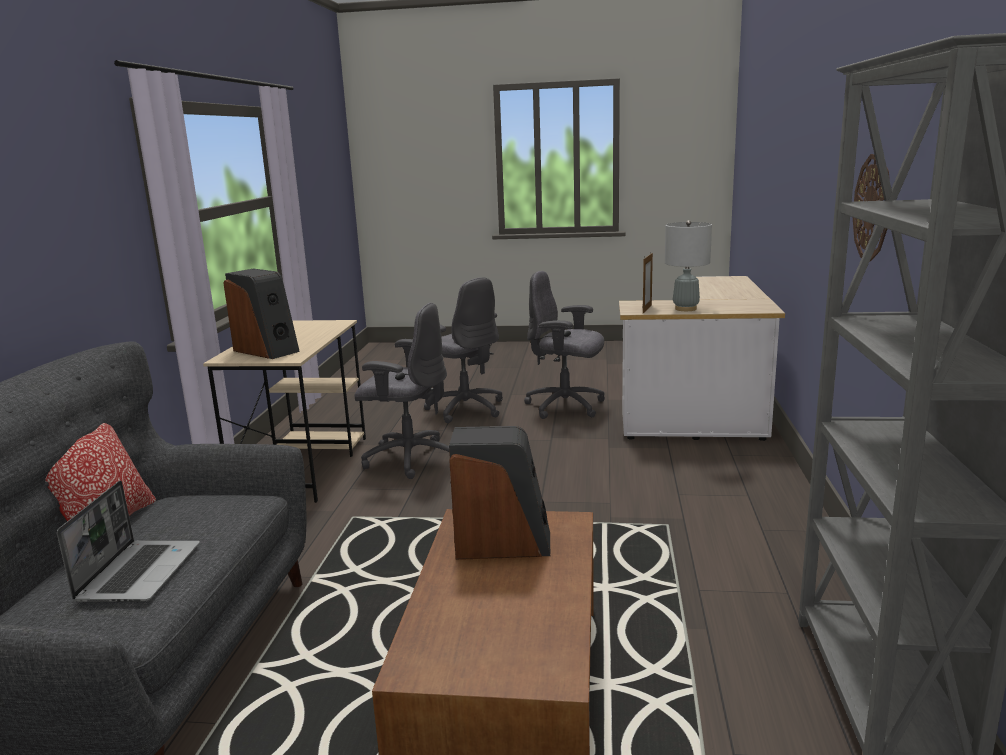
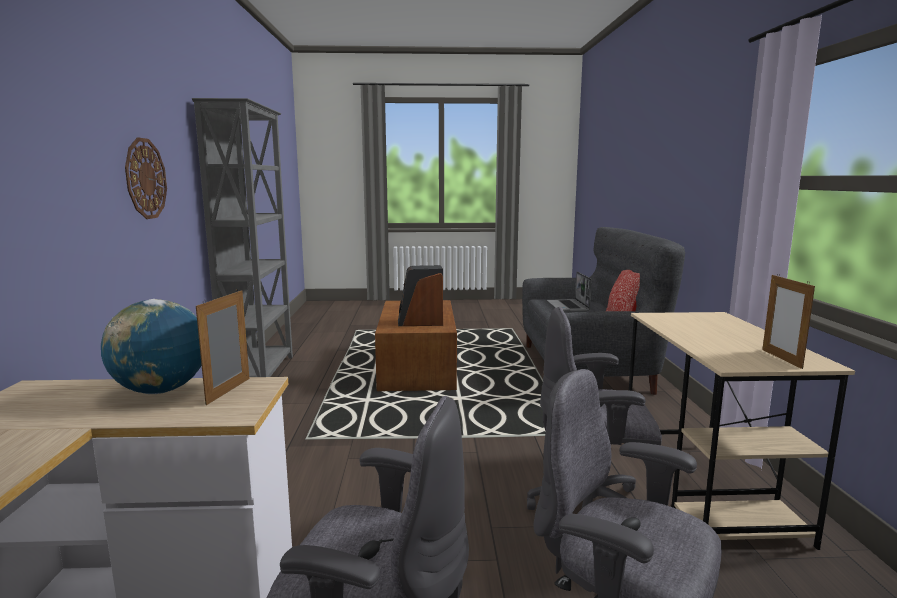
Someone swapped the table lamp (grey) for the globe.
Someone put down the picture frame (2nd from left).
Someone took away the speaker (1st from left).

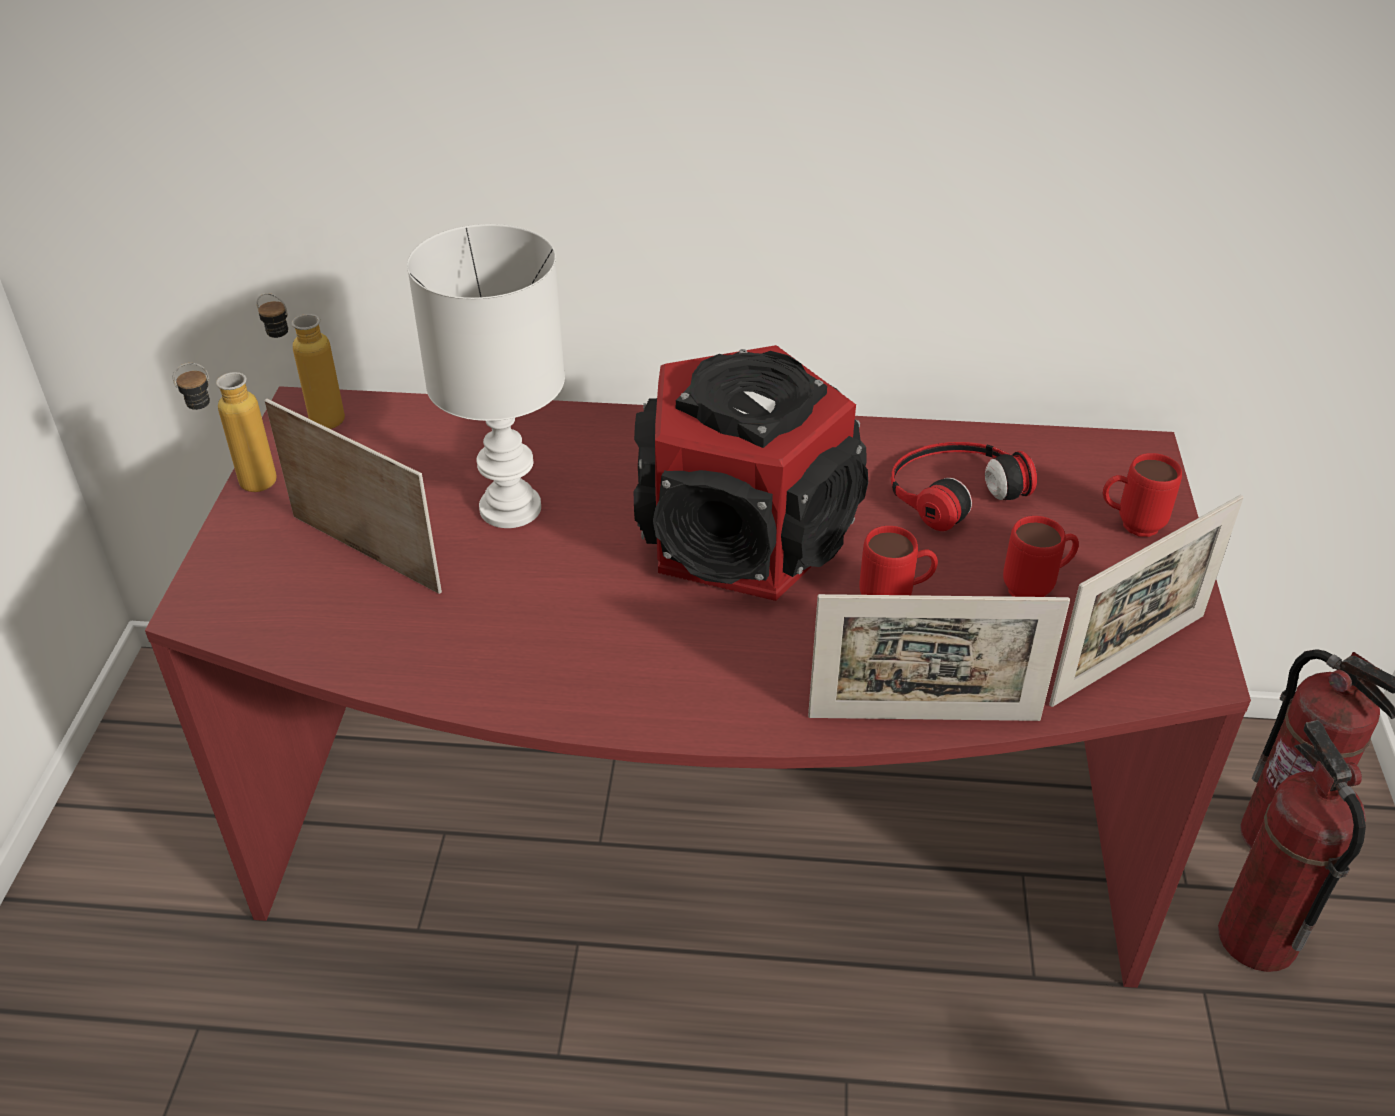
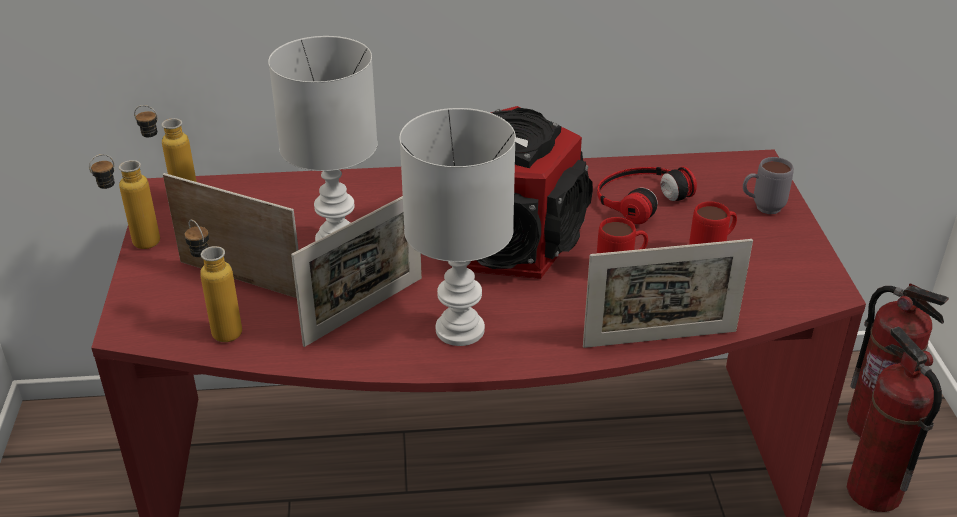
Someone put down the bottle (3rd from left).
Someone carried the picture frame (3rd from left in the first image).
Someone put down the table lamp (white) (2nd from left).
Someone repainted the mug (red) (3rd from left), which became the mug (grey).

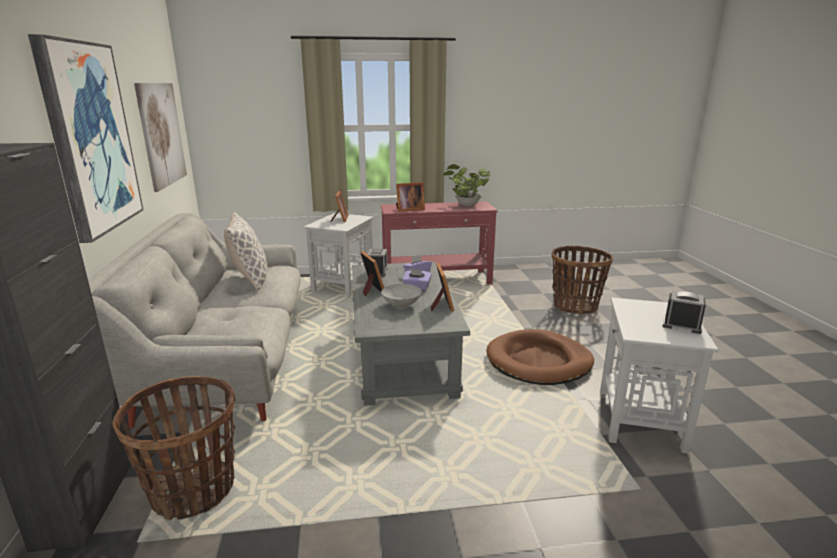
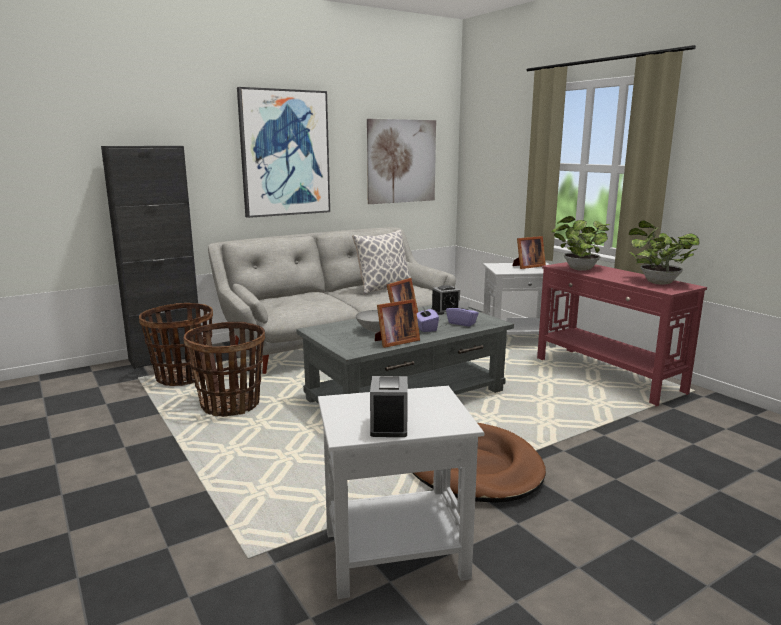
Someone carried the basket (2nd from left).
Someone swapped the picture frame (3rd from left) for the potted plant (1st from left).

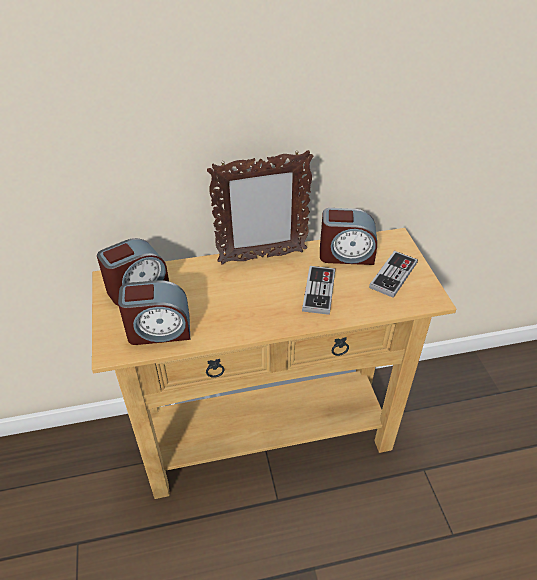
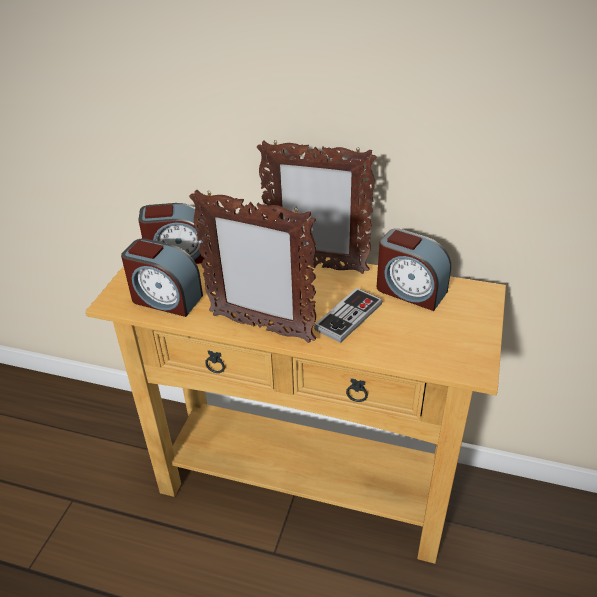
Someone put down the picture frame (1st from left).
Someone took away the game controller (2nd from left).

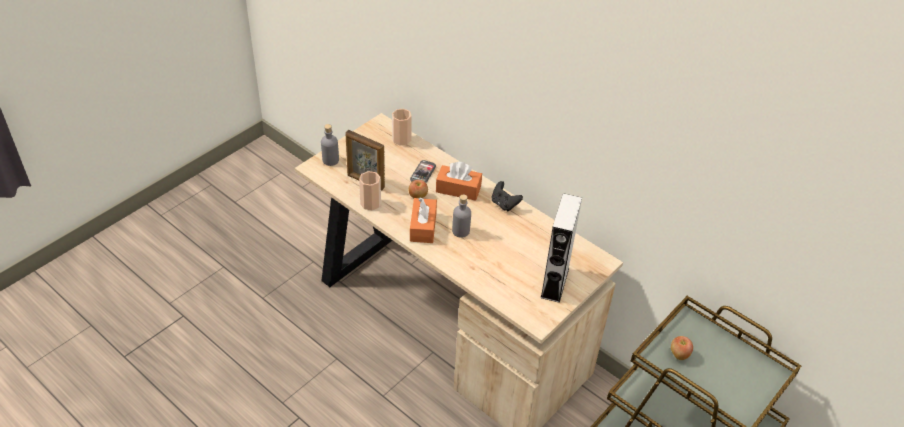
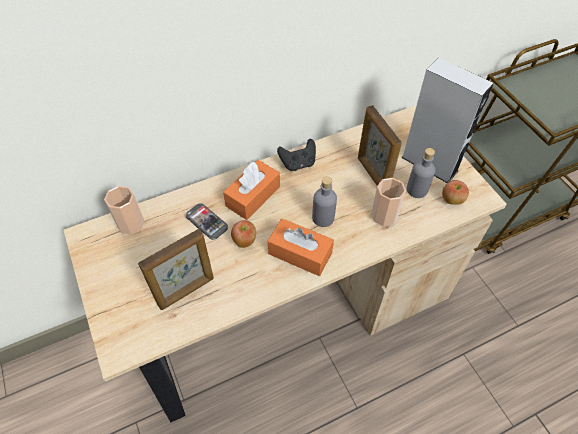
Someone put down the picture frame (2nd from left).
Someone carried the cup (1st from left in the first image).
Someone carried the bottle (grey) (1st from left in the first image).
Someone carried the apple (2nd from left).

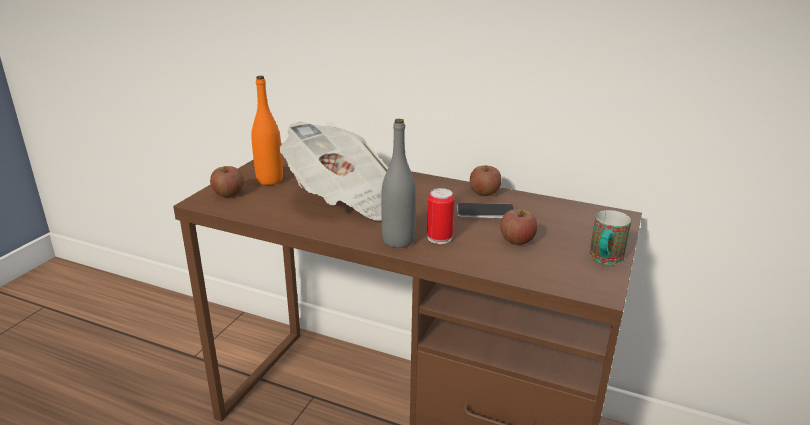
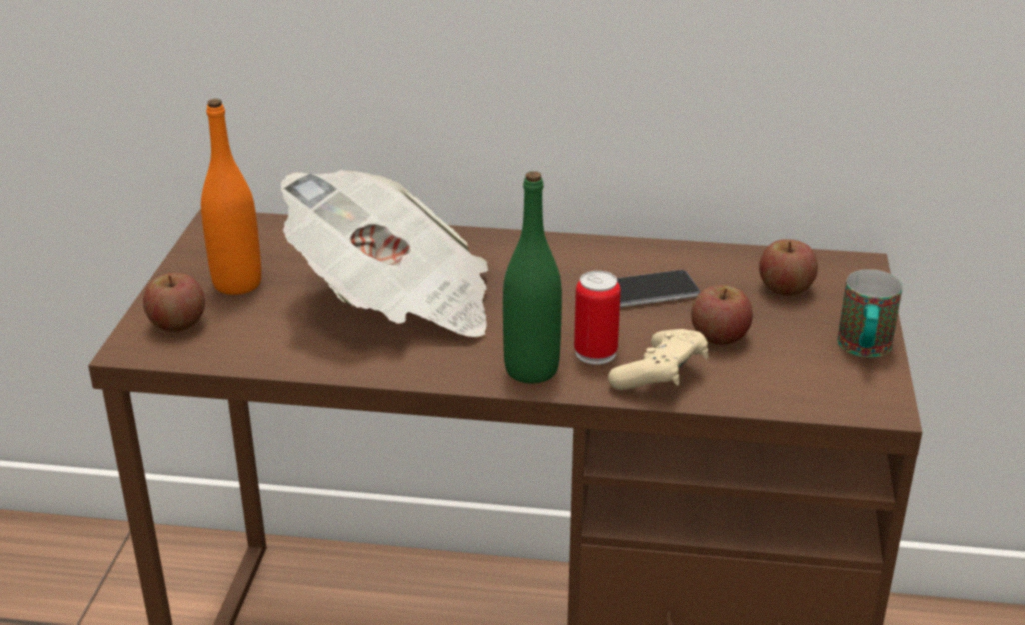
Someone repainted the bottle (grey), which became the bottle (green).
Someone put down the game controller (beige).
Someone carried the apple (2nd from left in the first image).

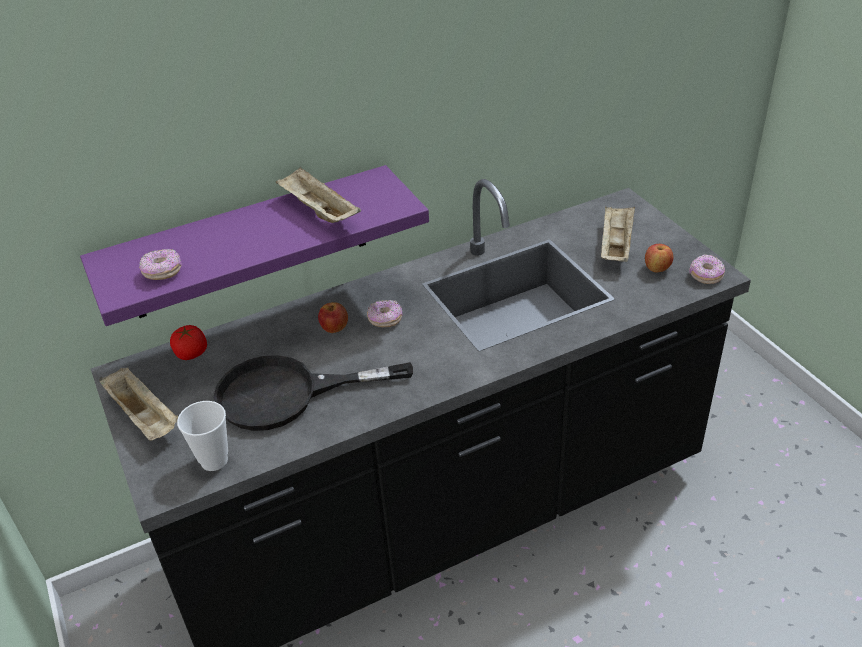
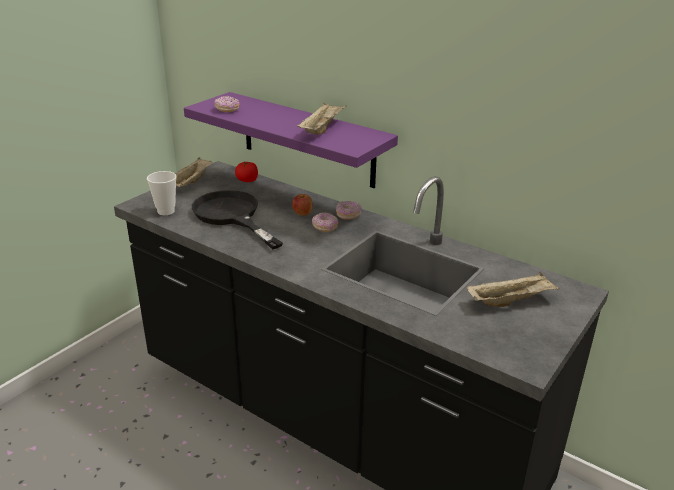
Someone carried the donut (3rd from left).
Someone took away the apple (2nd from left).

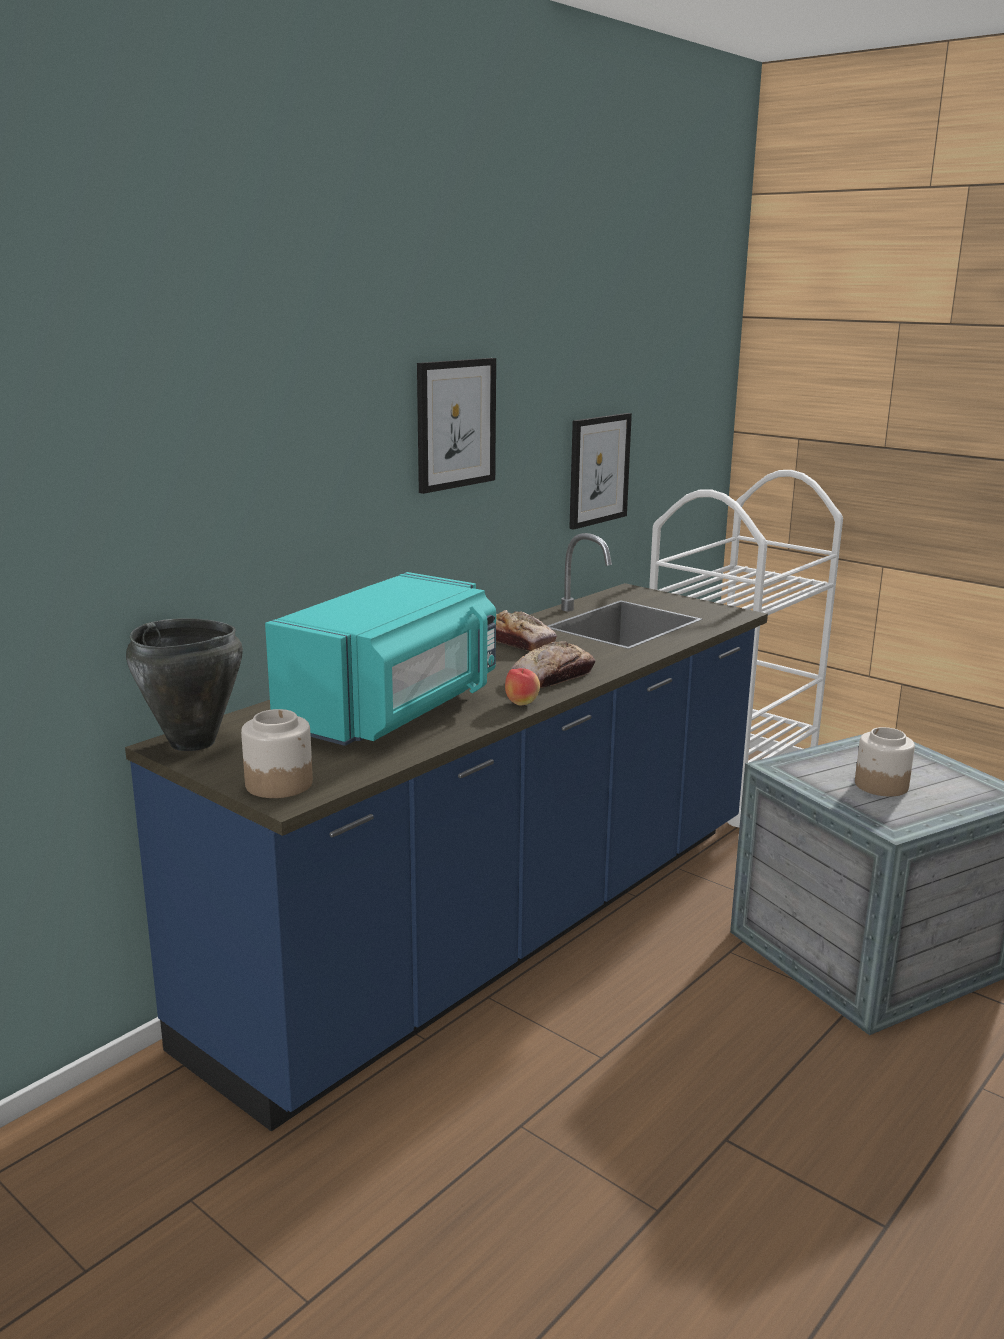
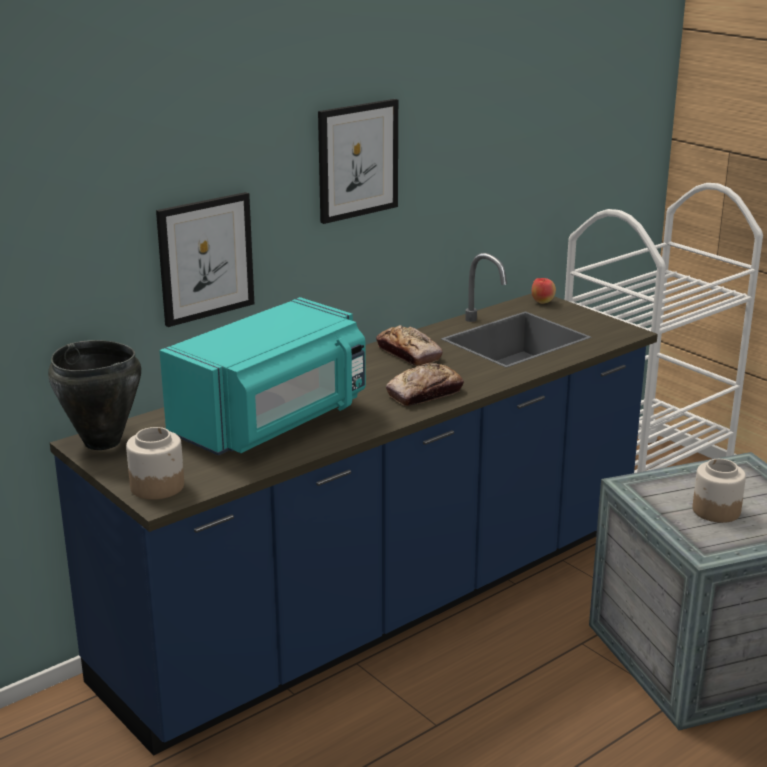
Someone carried the picture (2nd from left in the first image).
Someone carried the apple.

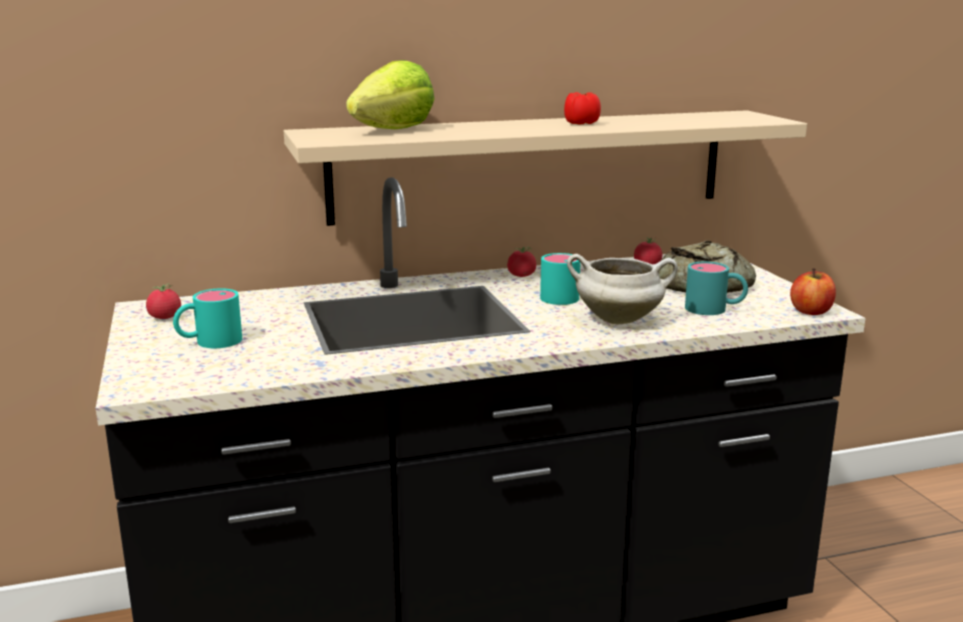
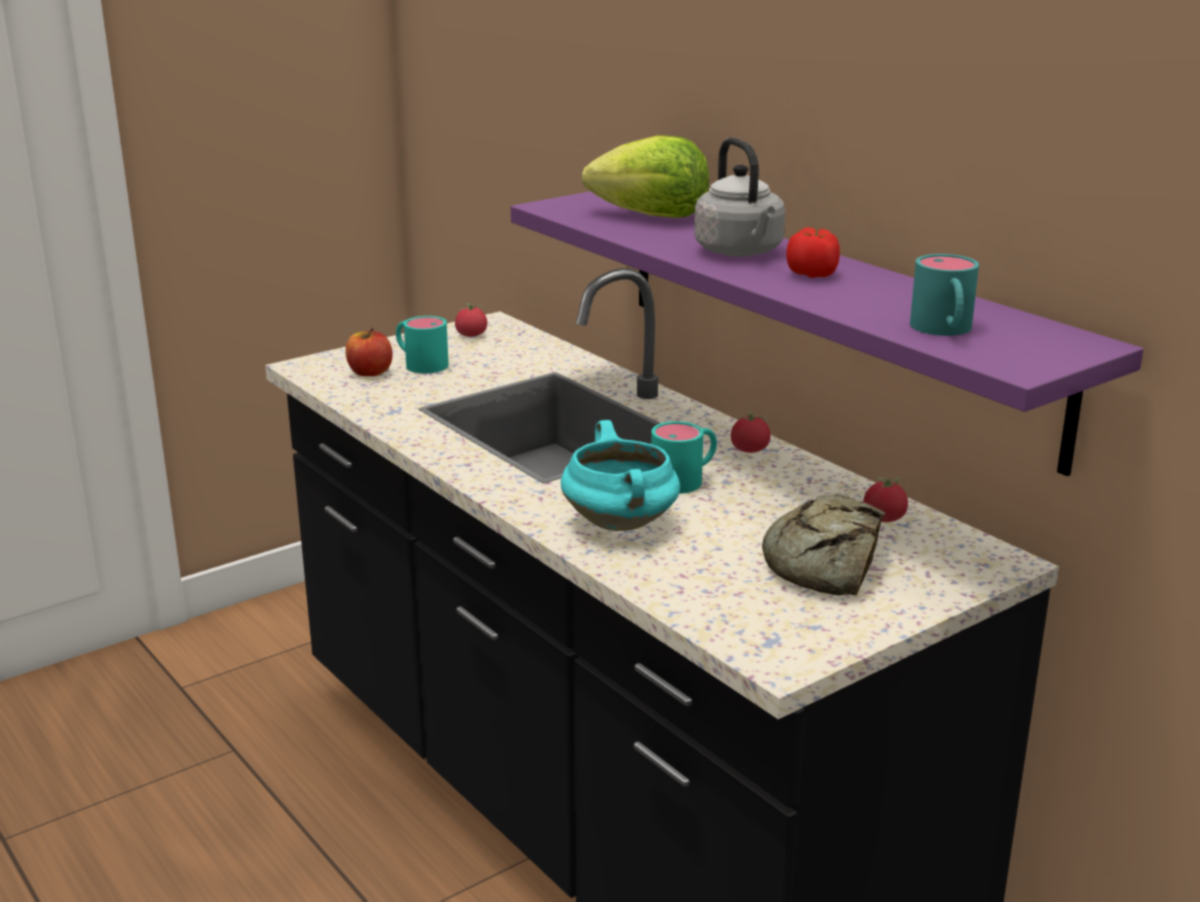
Someone carried the apple.
Someone repainted the shelf (beige), which became the shelf (purple).
Someone repainted the cooking pot (white), which became the cooking pot (turquoise).
Someone put down the kettle (grey).
Someone carried the mug (turquoise) (3rd from left).

